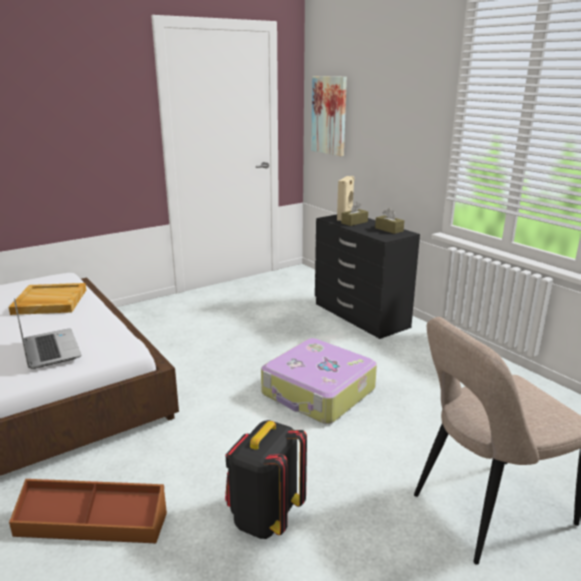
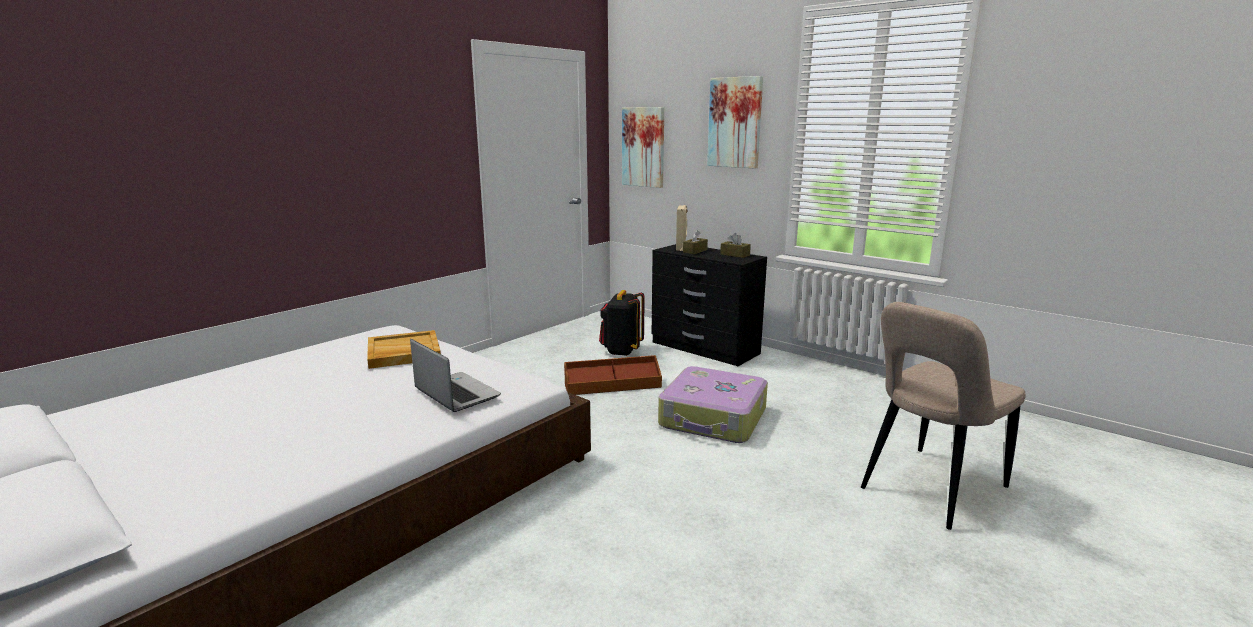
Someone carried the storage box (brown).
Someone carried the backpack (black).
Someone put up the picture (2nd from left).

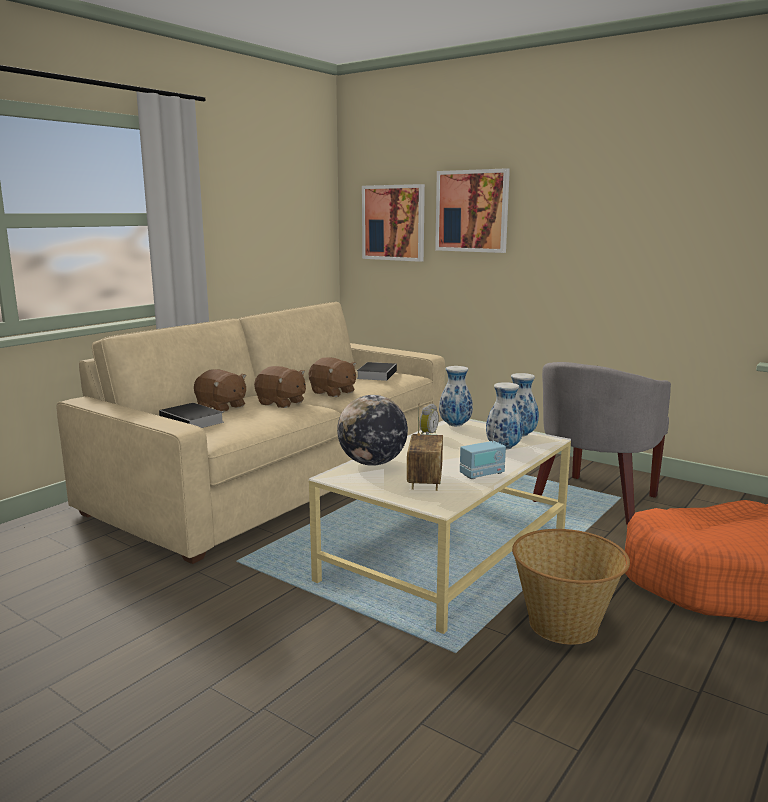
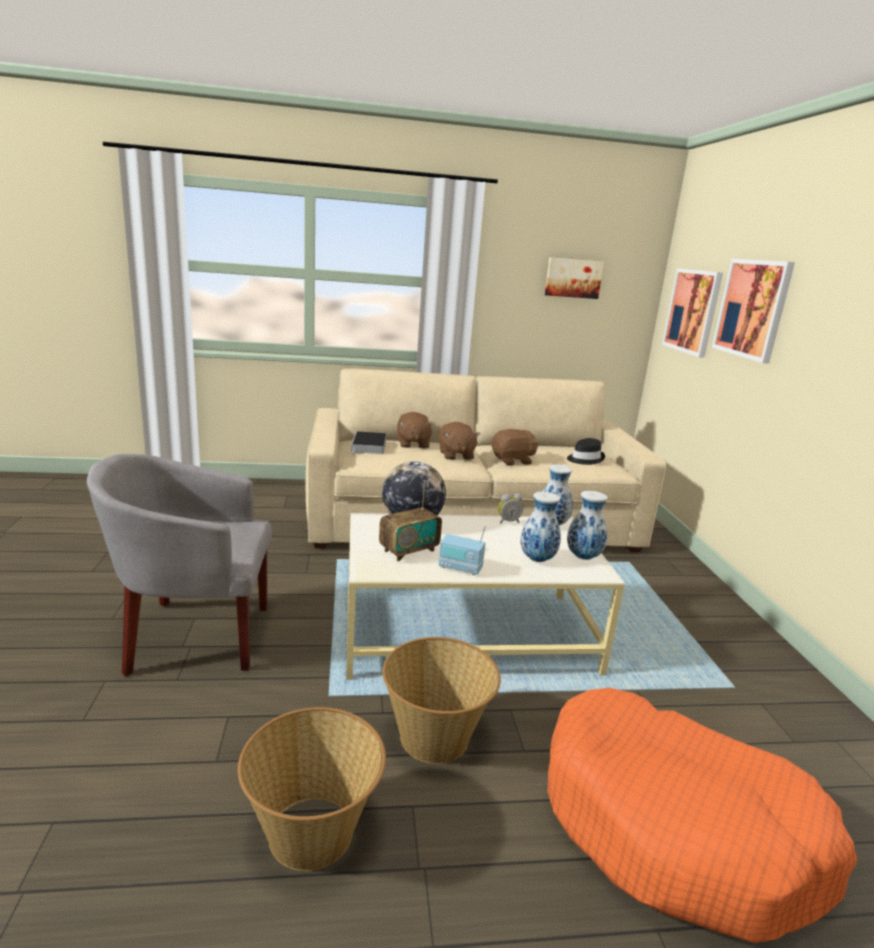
Someone carried the armchair (grey).
Someone put down the basket (1st from left).
Someone rotated the plush toy (brown) (3rd from left) by 105 degrees counterclockwise.
Someone put up the picture (1st from left).
Someone swapped the book (2nd from left) for the hat (black).

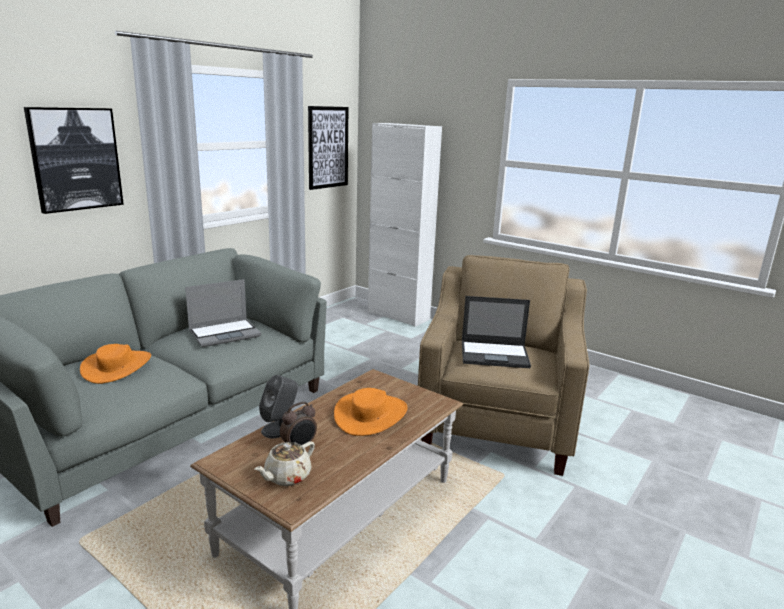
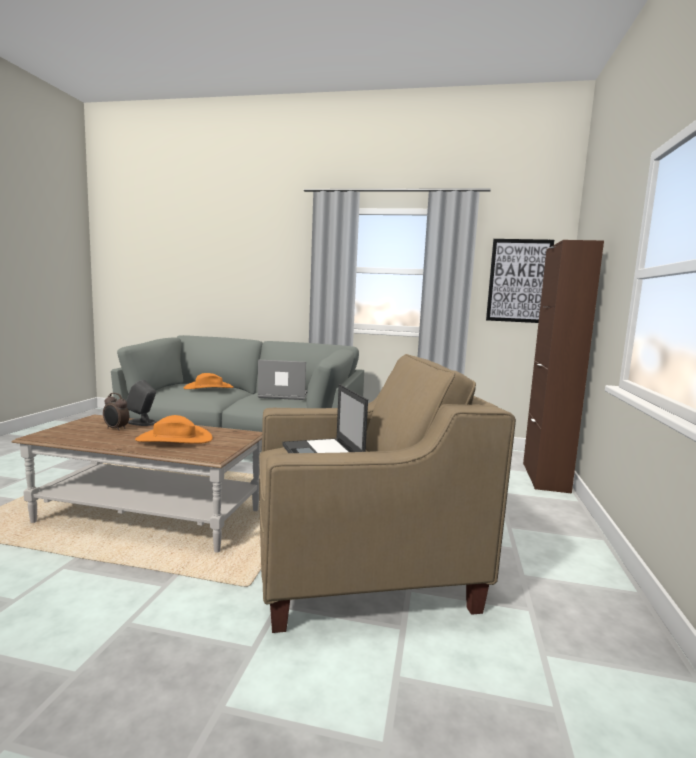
Someone rotated the laptop (1st from left) by 150 degrees clockwise.
Someone repainted the cabinet (white), which became the cabinet (brown).
Someone took away the picture (1st from left).
Someone took away the teapot (beige).

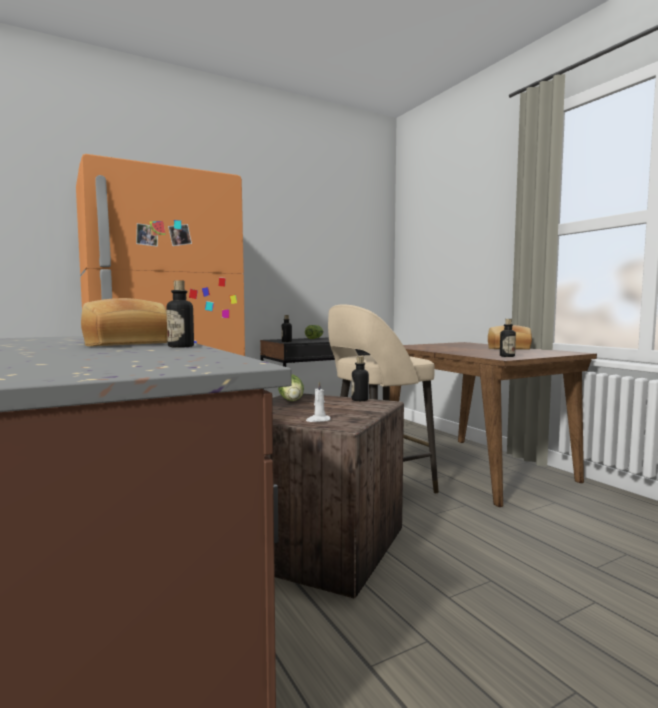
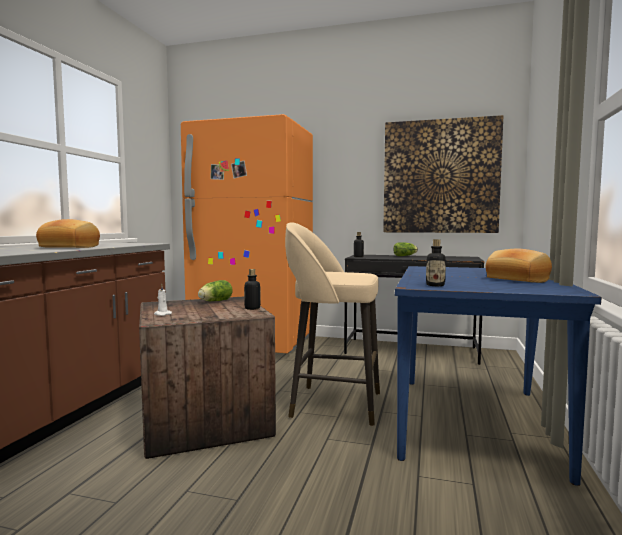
Someone put up the picture.
Someone repainted the dining table (brown), which became the dining table (blue).
Someone took away the bottle (1st from left).

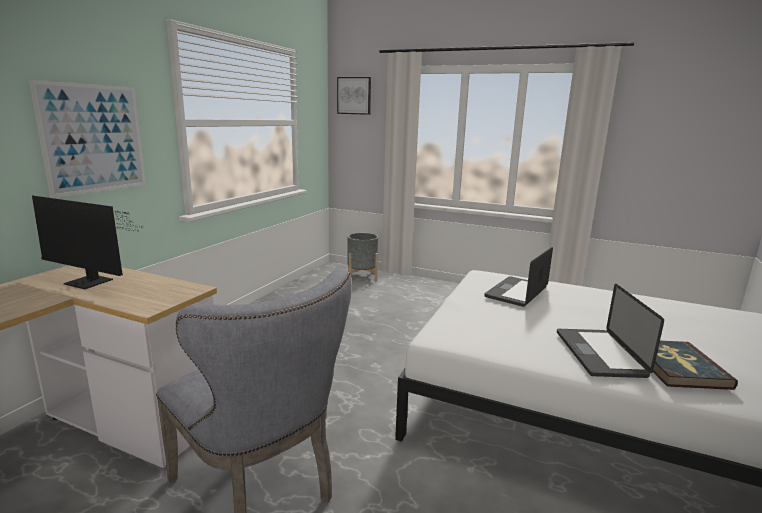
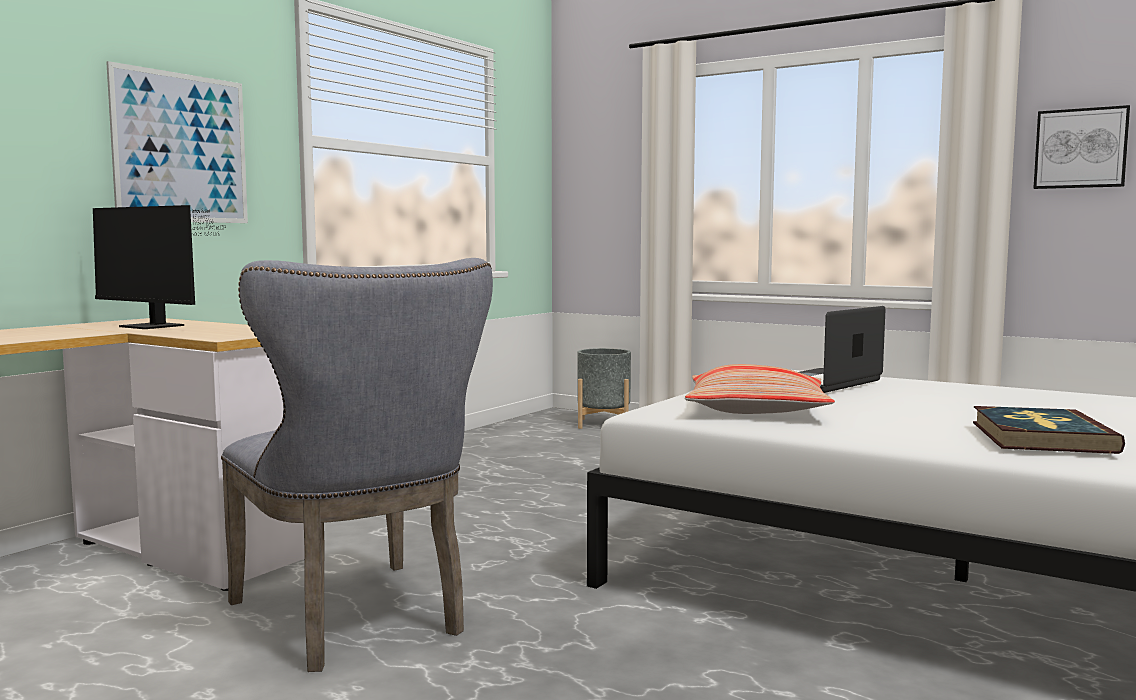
Someone put down the pillow.
Someone carried the picture (2nd from left).
Someone took away the laptop (2nd from left).

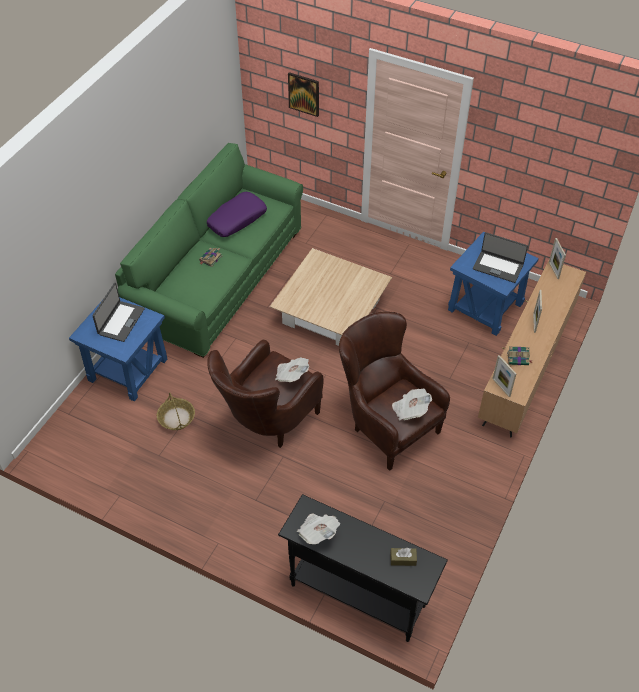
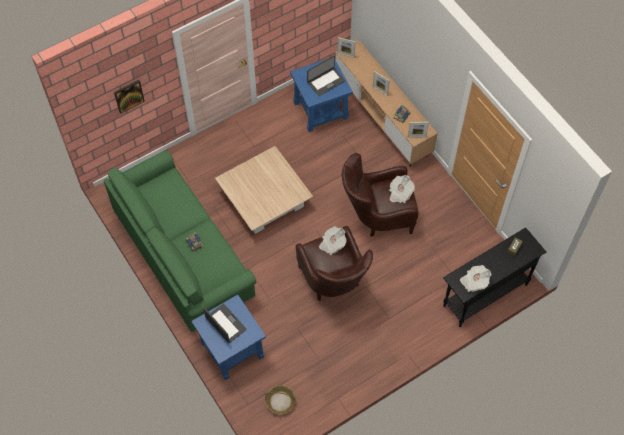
Someone carried the basket.
Someone took away the pillow (purple).

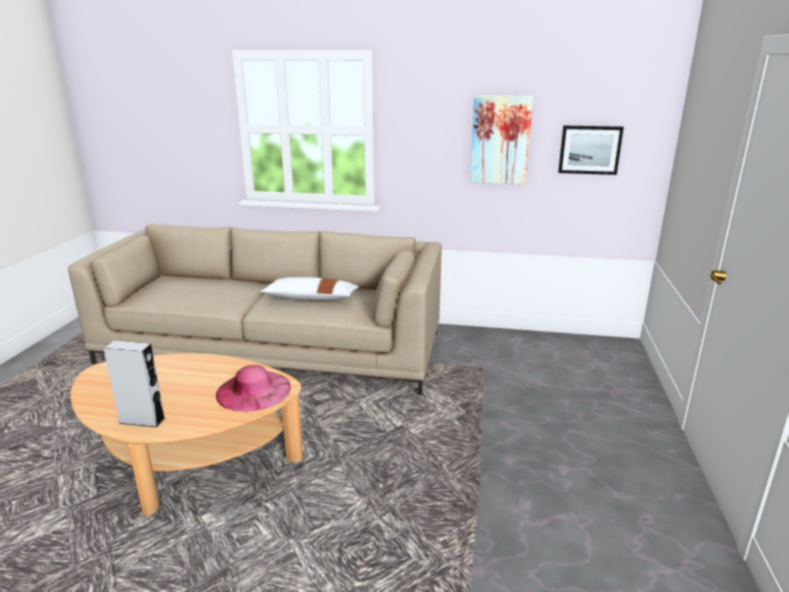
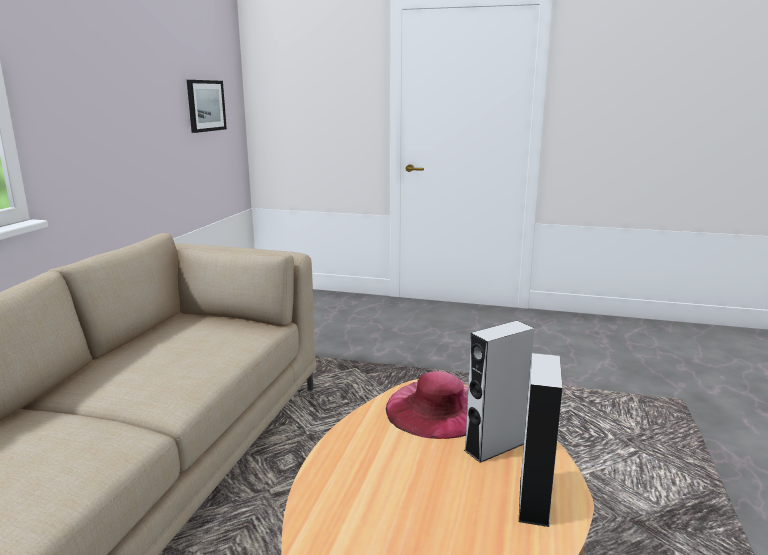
Someone put down the speaker (grey) (1st from left).
Someone took away the pillow (white).
Someone took away the picture (1st from left).

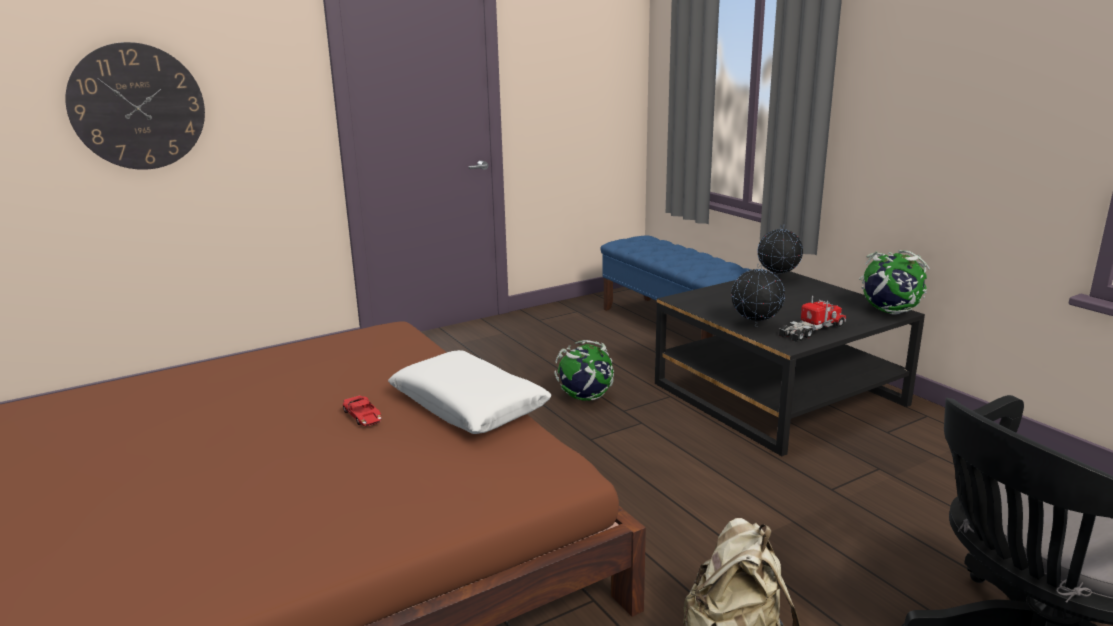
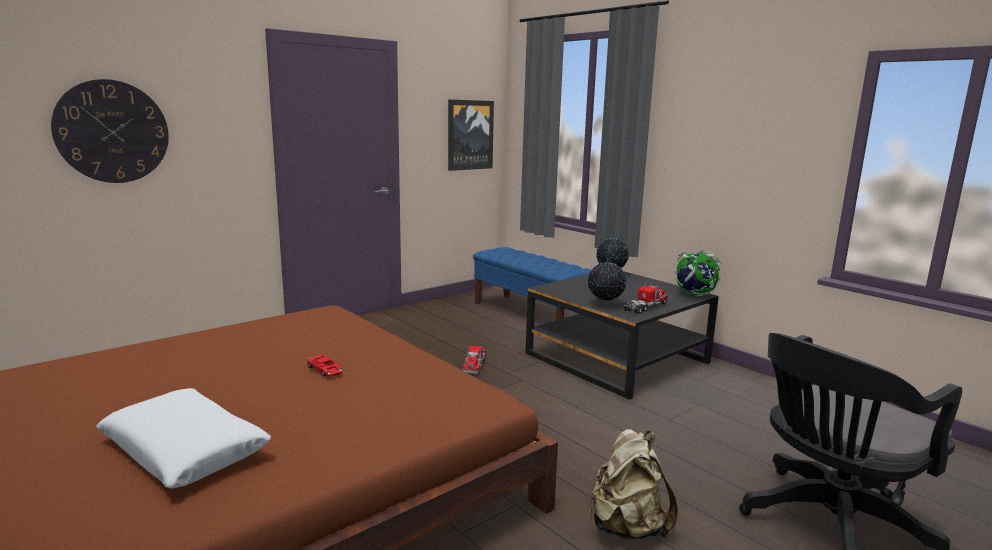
Someone carried the pillow (white).
Someone put up the picture.
Someone swapped the globe (1st from left) for the toy truck (1st from left).

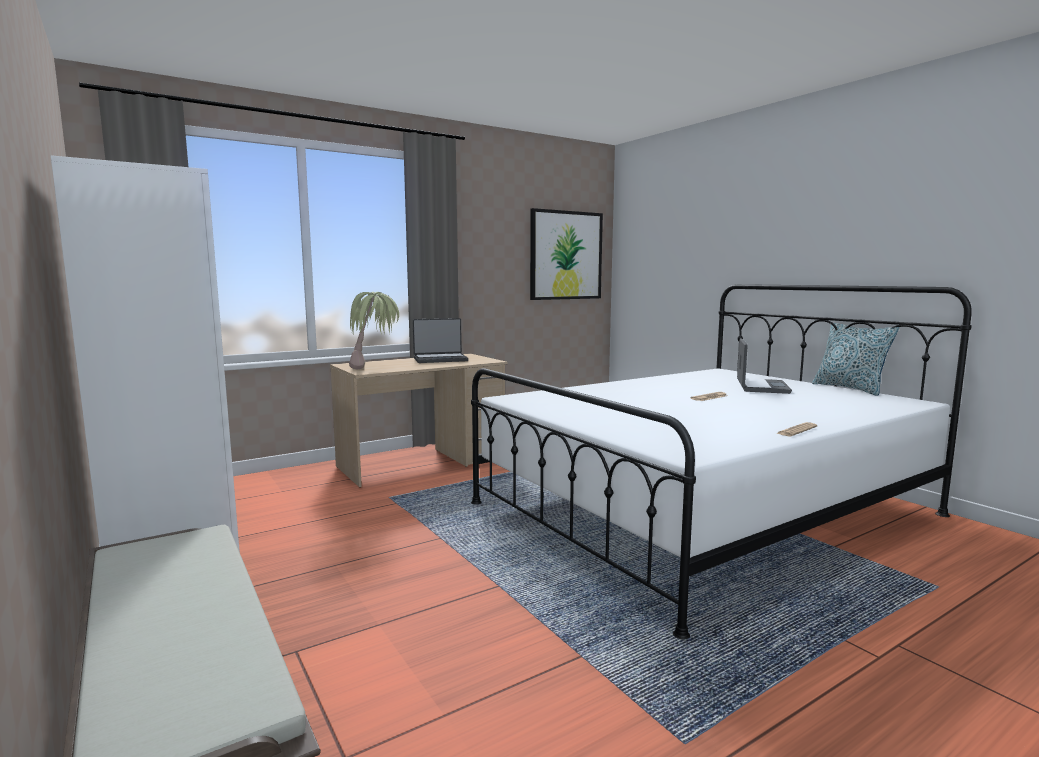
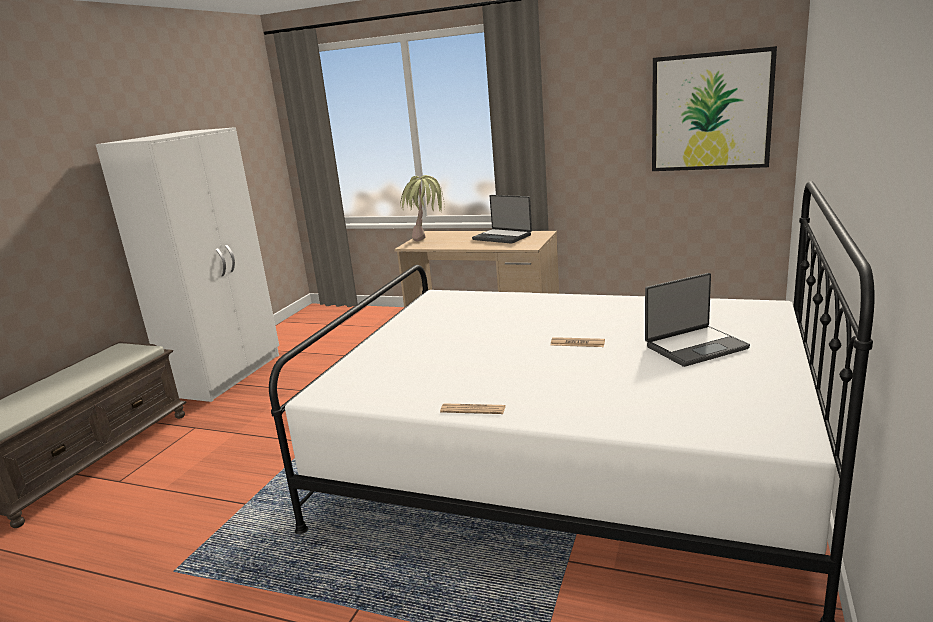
Someone took away the pillow.

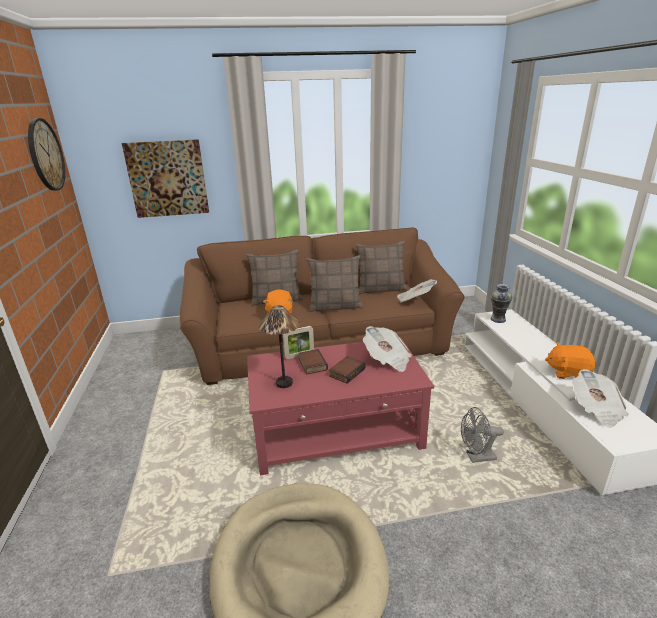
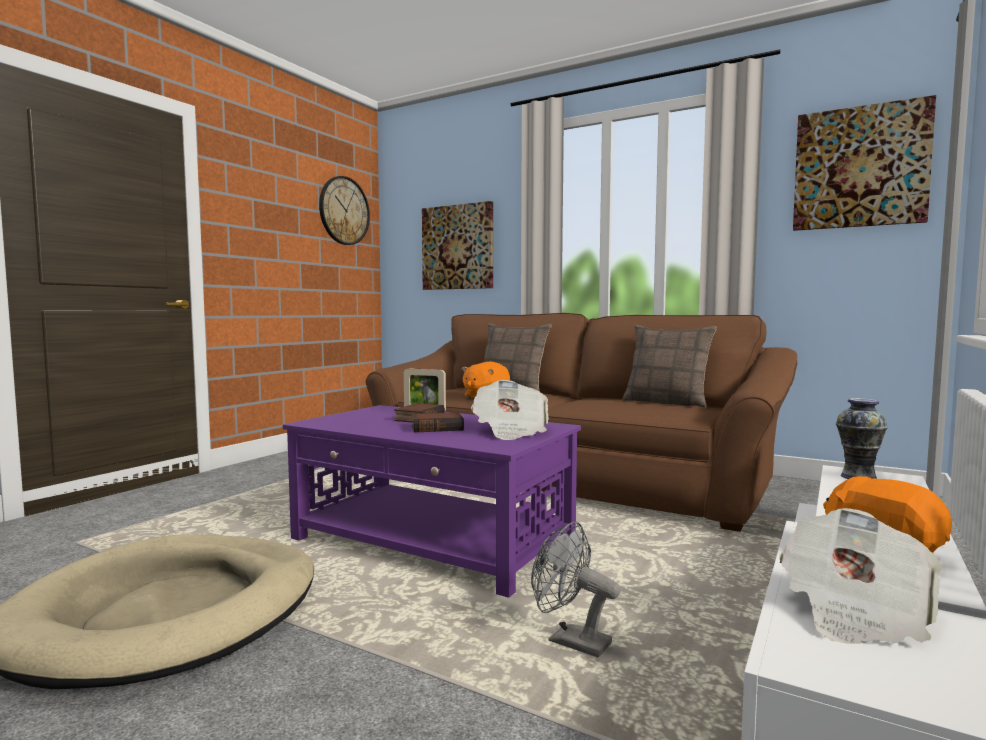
Someone repainted the coffee table (red), which became the coffee table (purple).
Someone put up the picture (2nd from left).
Someone took away the table lamp.
Someone took away the pillow (2nd from left).
Someone took away the newspaper (2nd from left).

